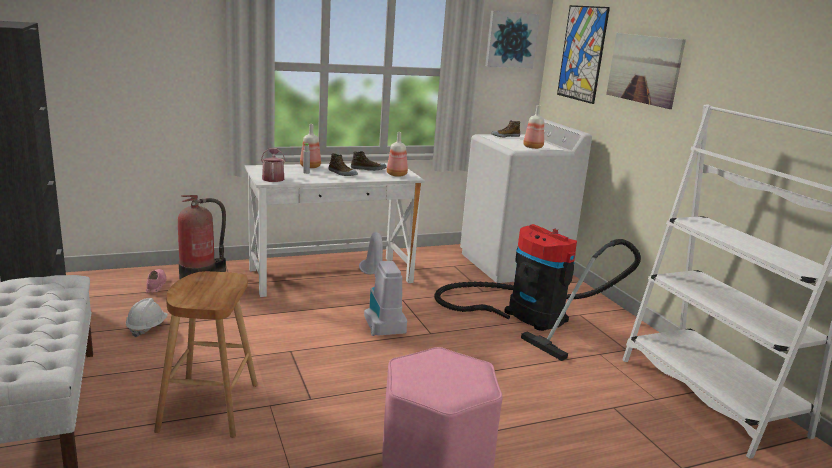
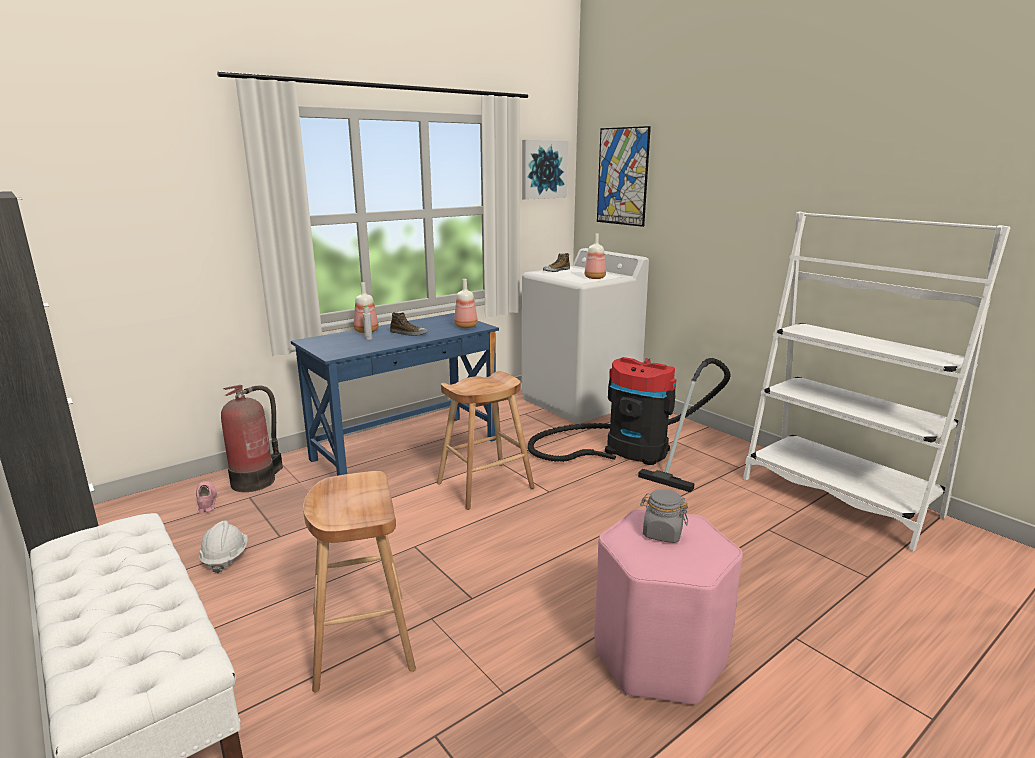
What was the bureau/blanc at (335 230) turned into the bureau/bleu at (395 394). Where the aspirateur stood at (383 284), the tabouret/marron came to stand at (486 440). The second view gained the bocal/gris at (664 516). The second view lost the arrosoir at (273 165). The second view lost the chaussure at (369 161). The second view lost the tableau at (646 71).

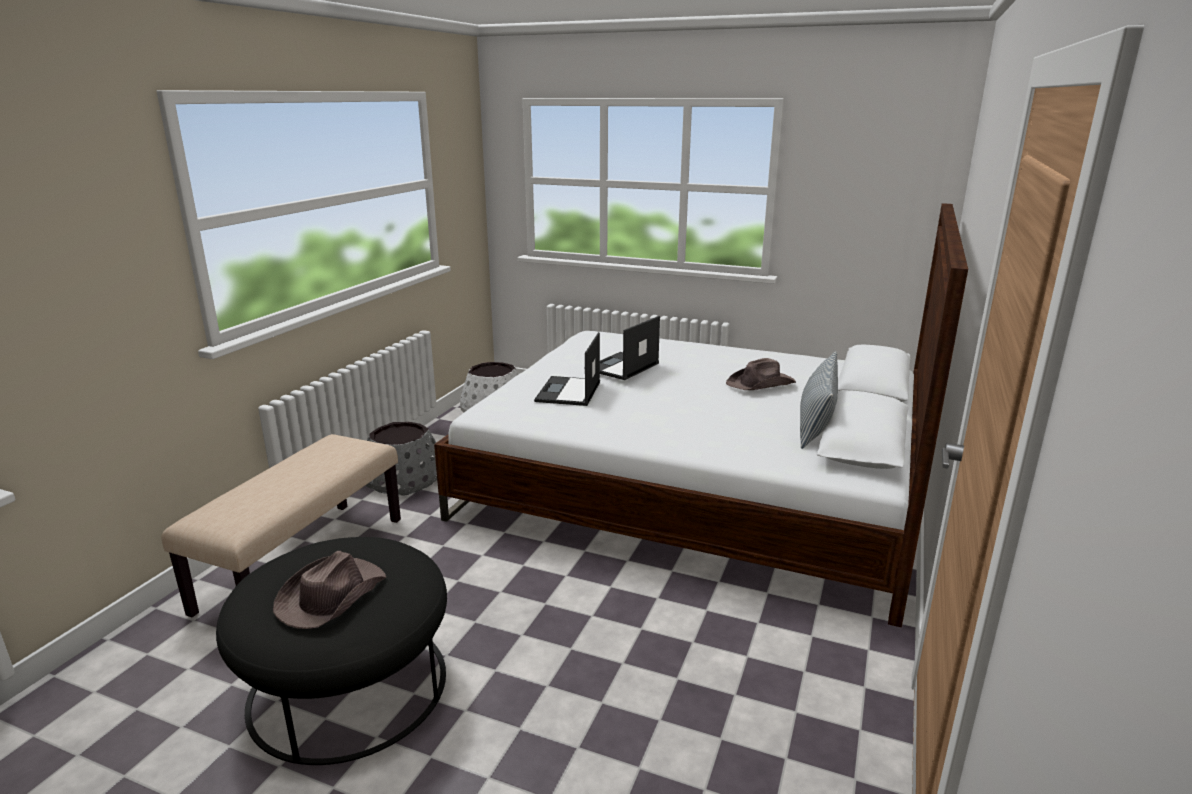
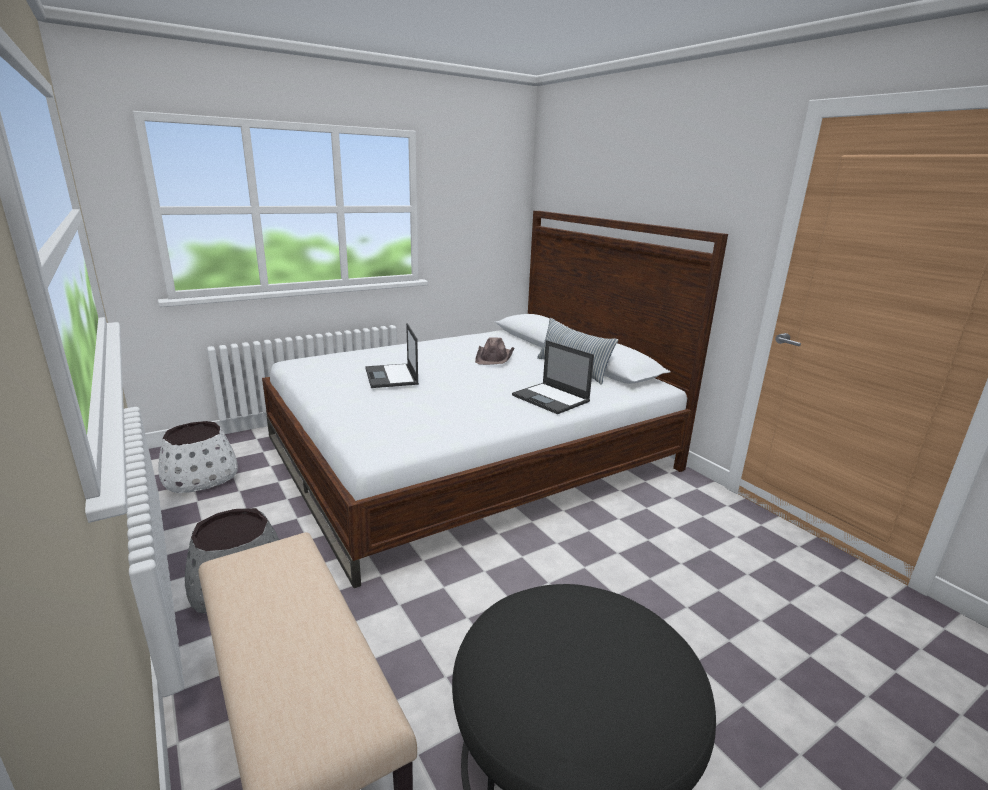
The ordinateur portable ended up elsewhere, having gone from (567 369) to (553 377). The second view lost the chapeau/marron at (329 590).

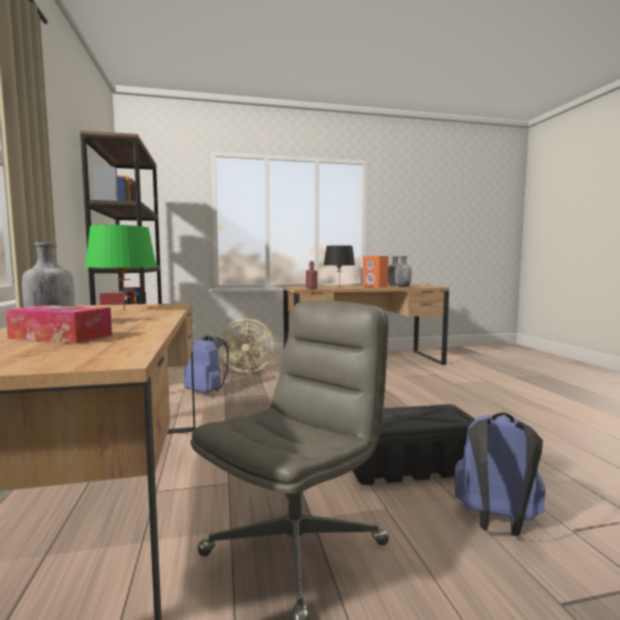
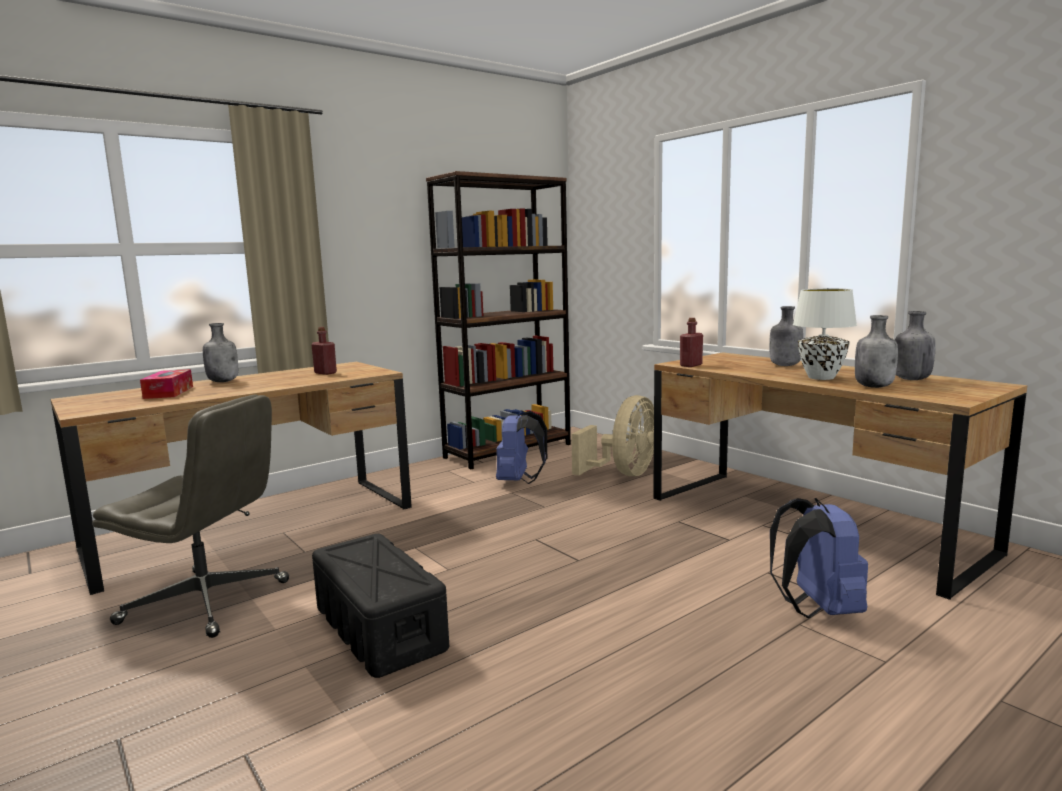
Where the lampe de table/vert stood at (120 267), the bouteille/rouge came to stand at (324 351). The ventilateur/beige at (247 345) ended up facing another way, 120 degrees counterclockwise from before. Where the lampe de table/noir stood at (339 261), the bouteille/gris came to stand at (786 336). The sac à dos/bleu ended up elsewhere, having gone from (499 474) to (819 558). Where the enceinte/orange stood at (376 272), the lampe de table/blanc came to stand at (825 334).

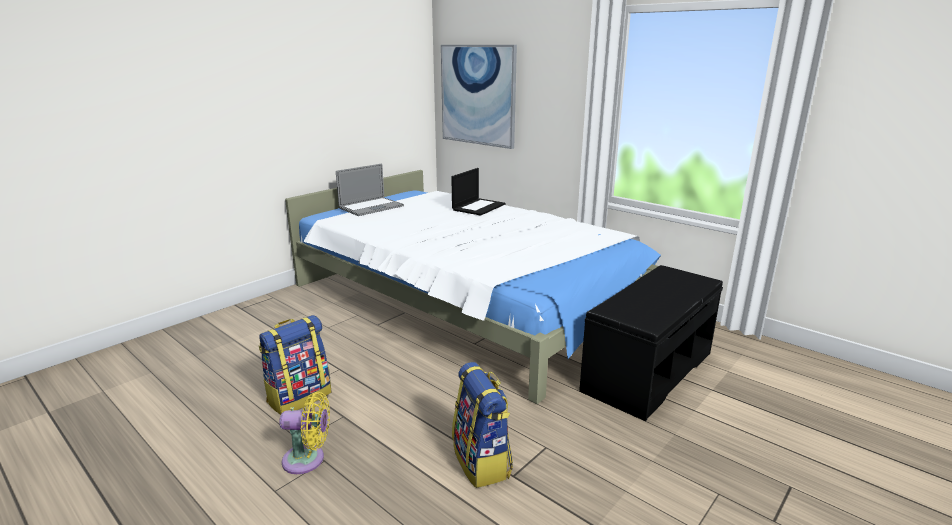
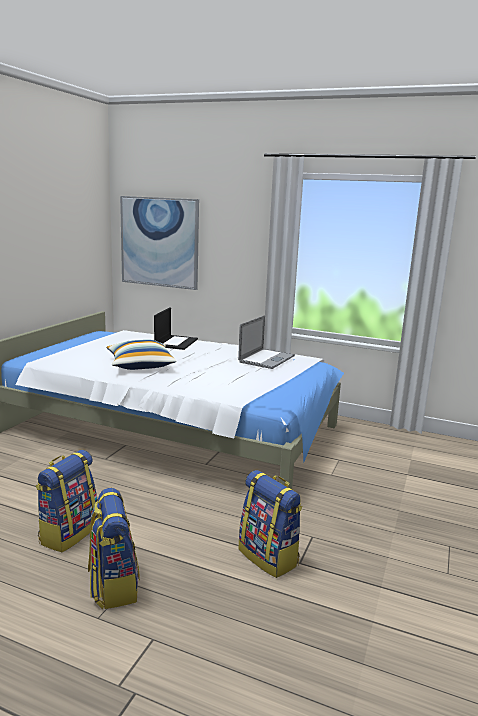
Where the ventilateur/jaune stood at (304 433), the sac à dos came to stand at (114 548). The second view gained the coussin at (142 355). The ordinateur portable ended up elsewhere, having gone from (370 190) to (266 342). The second view lost the banc/noir at (651 343).

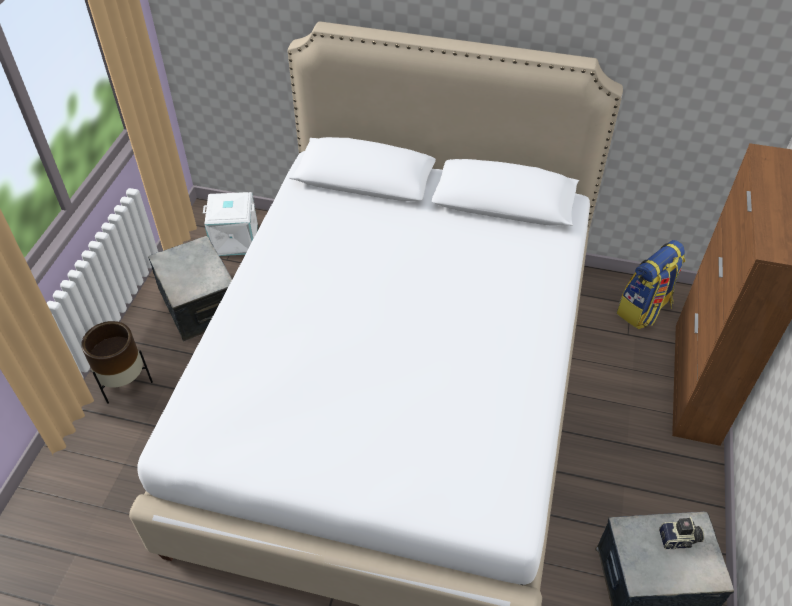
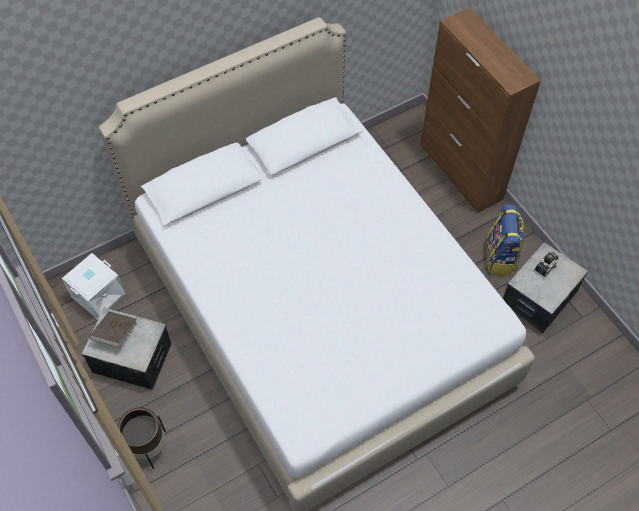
The second view gained the livre/marron at (113 329). The sac à dos ended up elsewhere, having gone from (651 284) to (505 240).

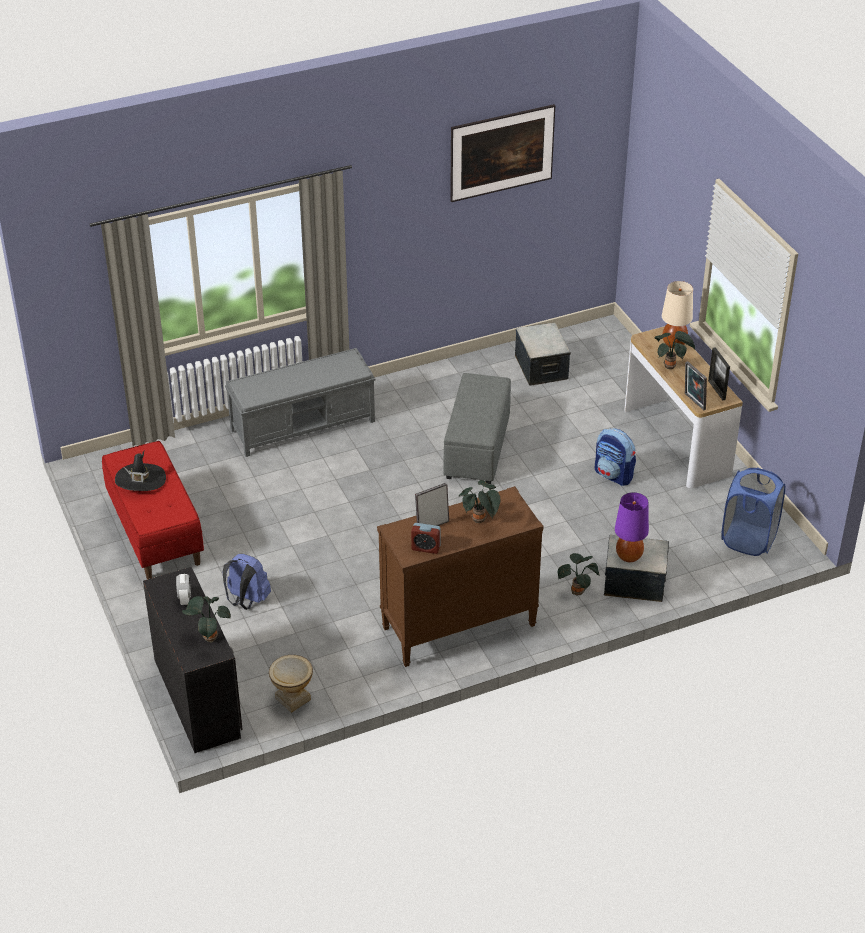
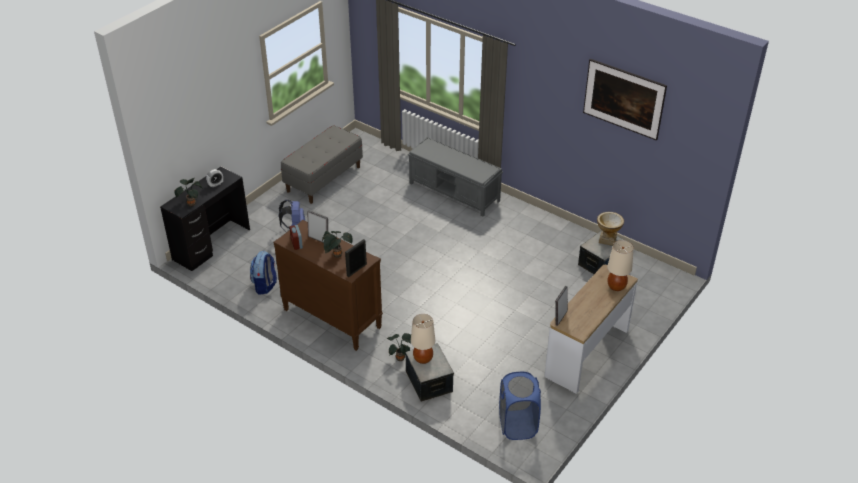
The sac à dos ended up elsewhere, having gone from (615 457) to (263 272). What was the banc/rouge at (153 510) turned into the banc/gris at (322 164). The cadre photo ended up elsewhere, having gone from (719 373) to (356 258). What was the lampe de table/violet at (632 527) turned into the lampe de table/beige at (423 339). The vase ended up elsewhere, having gone from (291 684) to (610 229). The second view lost the chapeau/noir at (140 471). The second view lost the pouf/gris at (477 428). The second view lost the plante en pot at (674 350).

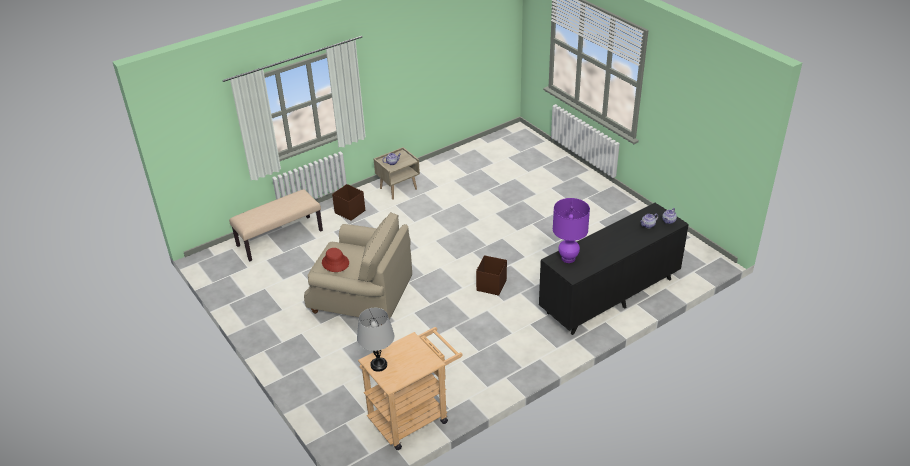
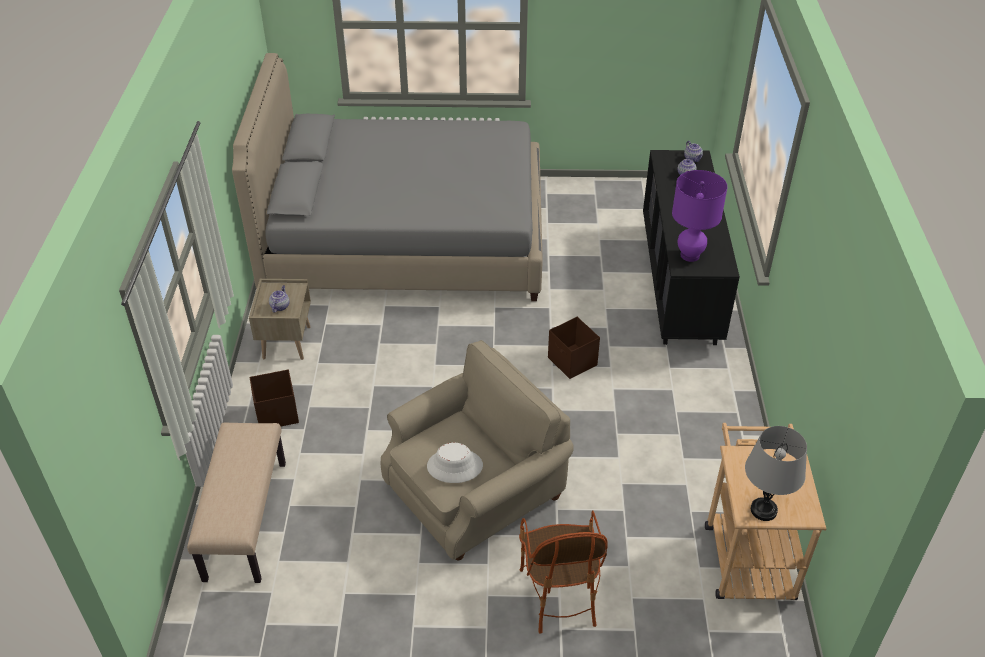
The second view gained the lit/gris at (387 177). What was the chapeau/rouge at (335 260) turned into the chapeau/blanc at (455 463). The second view gained the fauteuil at (563 572).

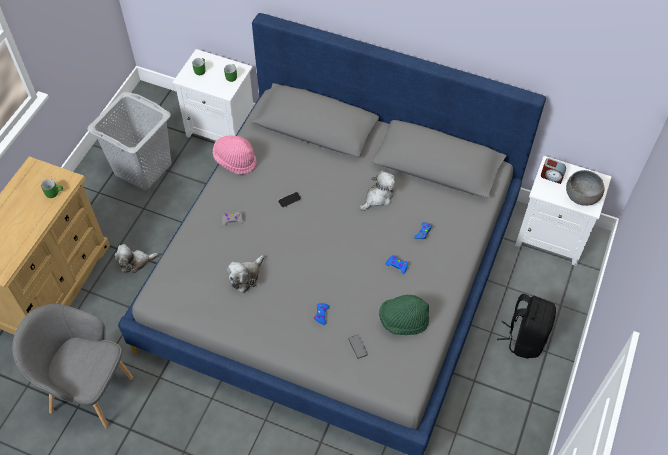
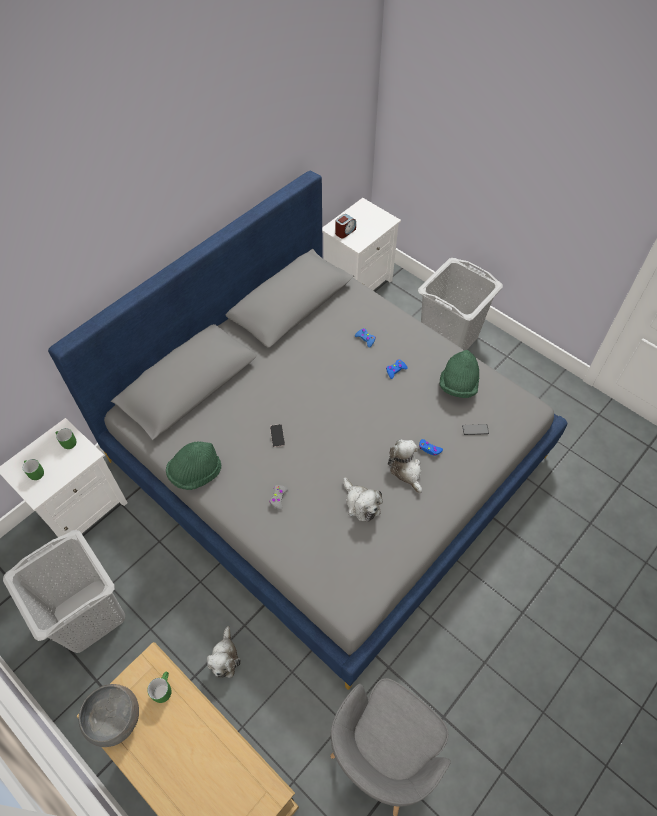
The bol/gris ended up elsewhere, having gone from (585 188) to (109 715). What was the chapeau/rose at (235 155) turned into the chapeau/vert at (193 465). The peluche ended up elsewhere, having gone from (378 190) to (405 467). Where the sac à dos/noir stood at (526 326), the panier à linge/gris came to stand at (460 304).

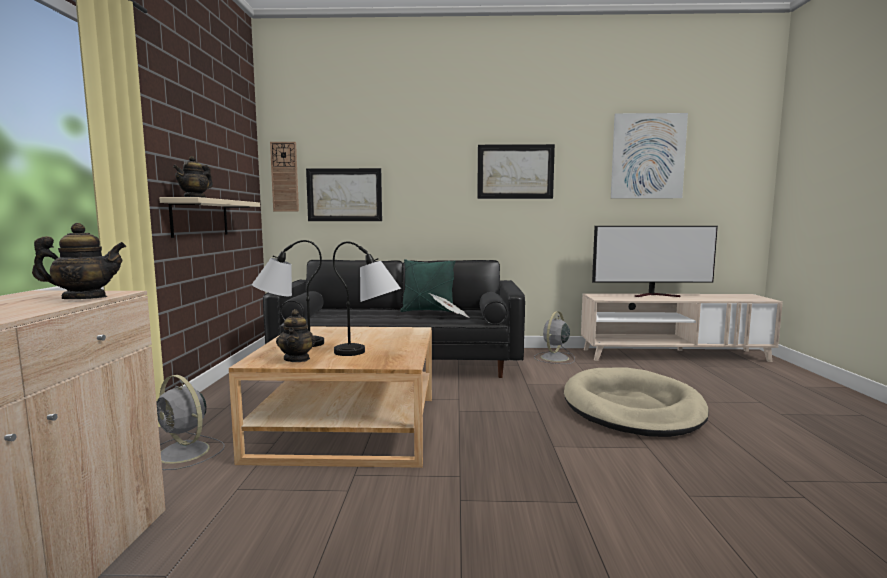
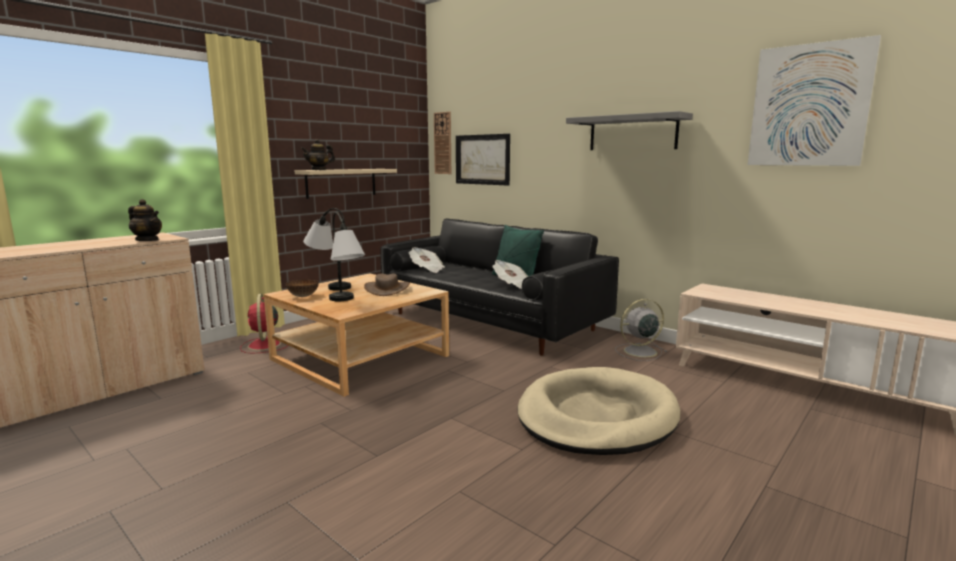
What was the ventilateur/gris at (190 422) turned into the ventilateur/rouge at (264 323). Where the théière stood at (296 335), the bol came to stand at (302 288). The second view gained the chapeau/marron at (387 284). The second view gained the journal at (426 260). Where the tableau hung at (516 171), the étagère/gris came to hang at (629 130). The second view lost the téléviseur at (655 261).

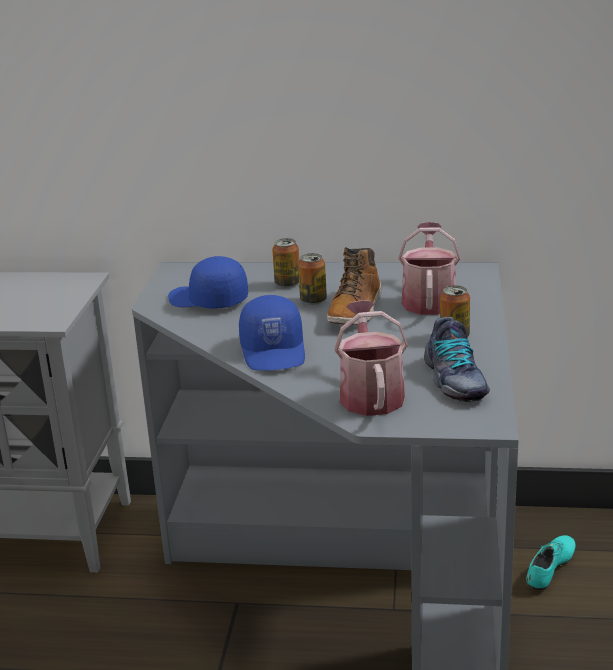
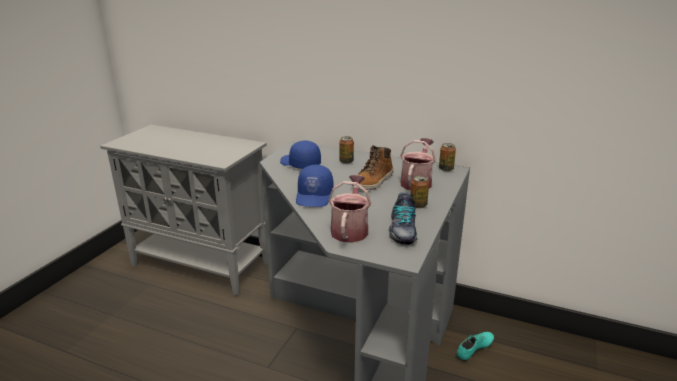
The boîte métallique ended up elsewhere, having gone from (312 279) to (447 157).

